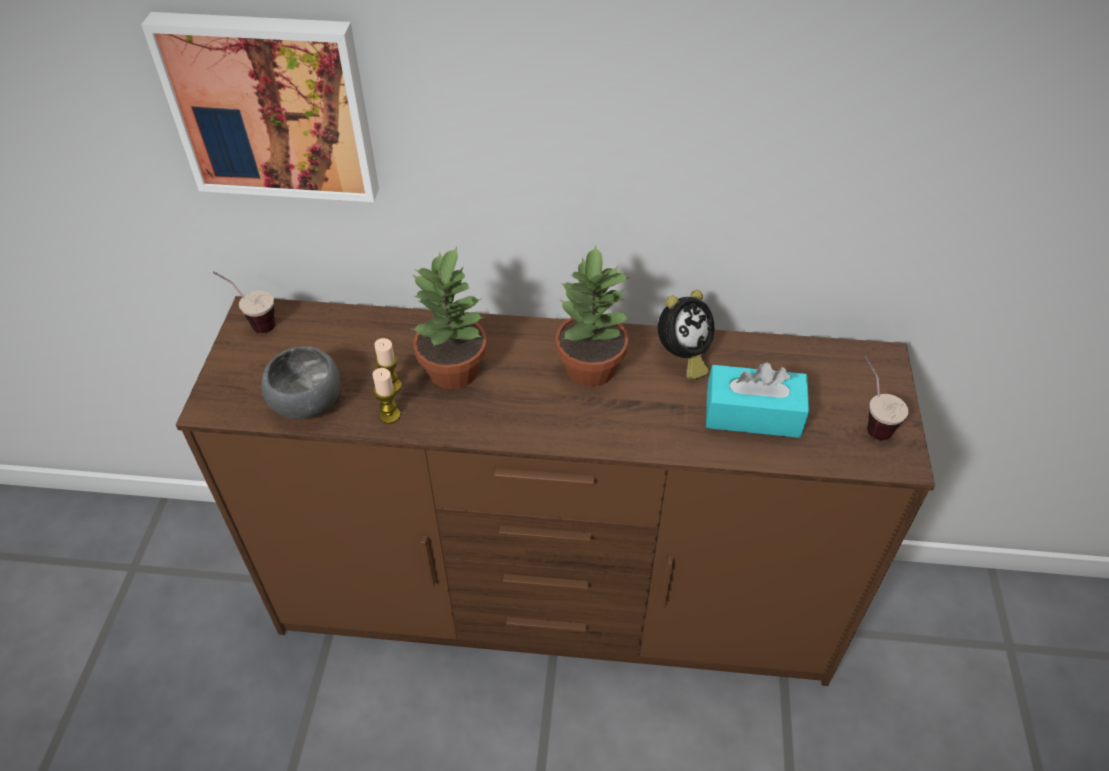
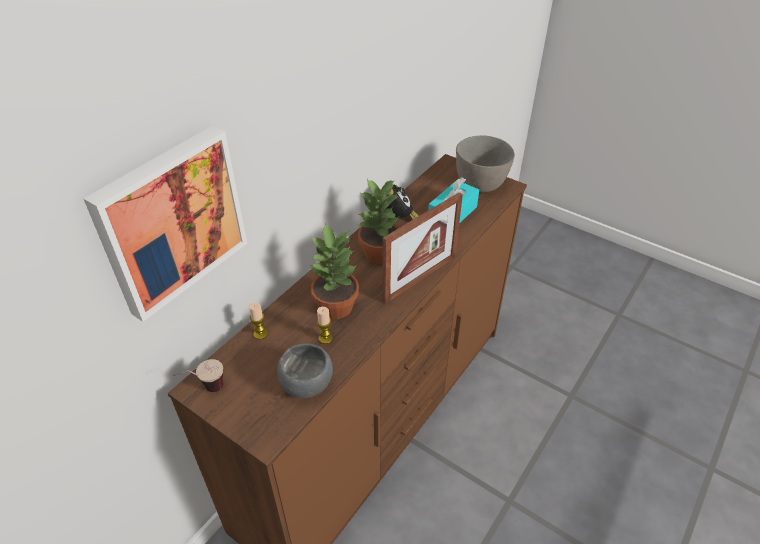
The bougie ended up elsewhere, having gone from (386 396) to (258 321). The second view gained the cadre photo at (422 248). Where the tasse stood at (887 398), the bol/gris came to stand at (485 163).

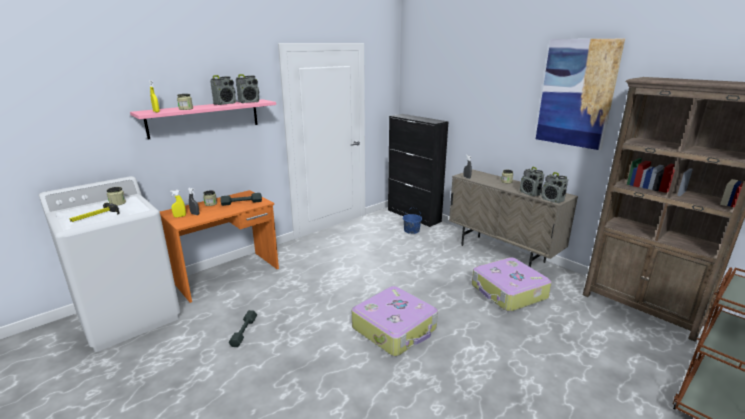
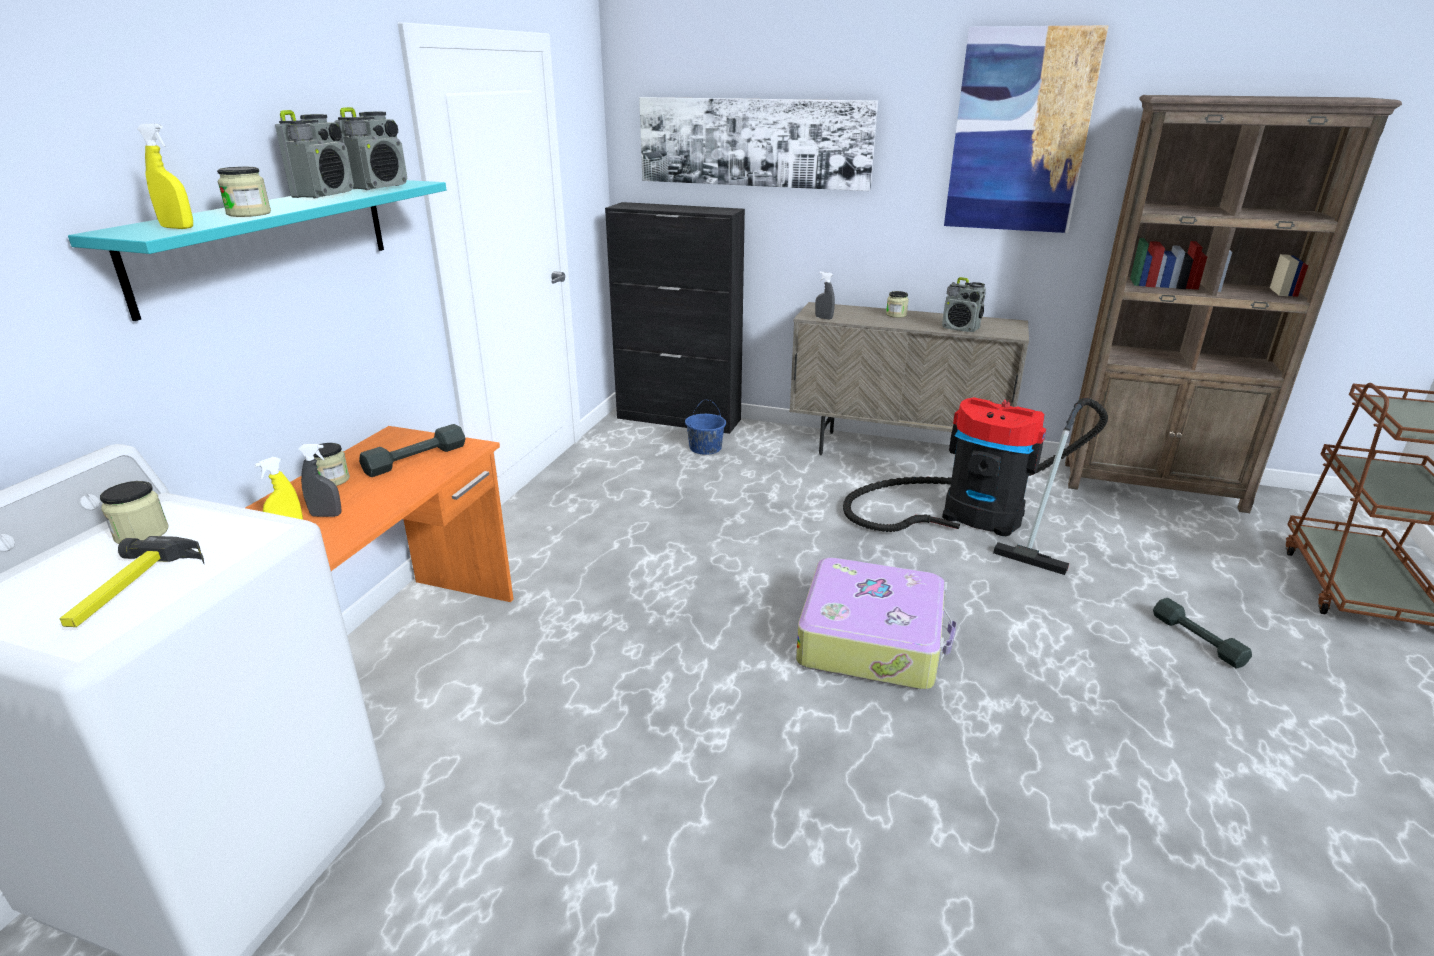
What was the étagère/rose at (203 119) turned into the étagère/turquoise at (257 250). The second view gained the tableau at (758 144). Where the valise stood at (512 284), the aspirateur came to stand at (975 486). The haltère/gris ended up elsewhere, having gone from (243 328) to (1202 633). The second view lost the radio at (554 187).

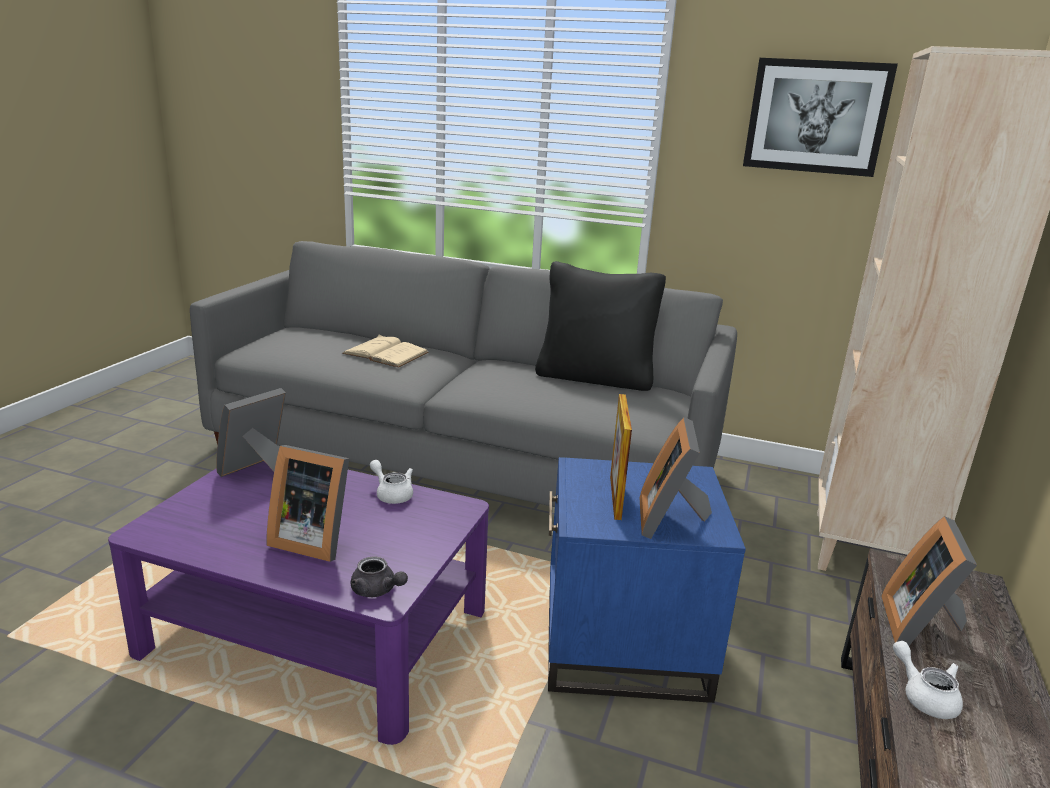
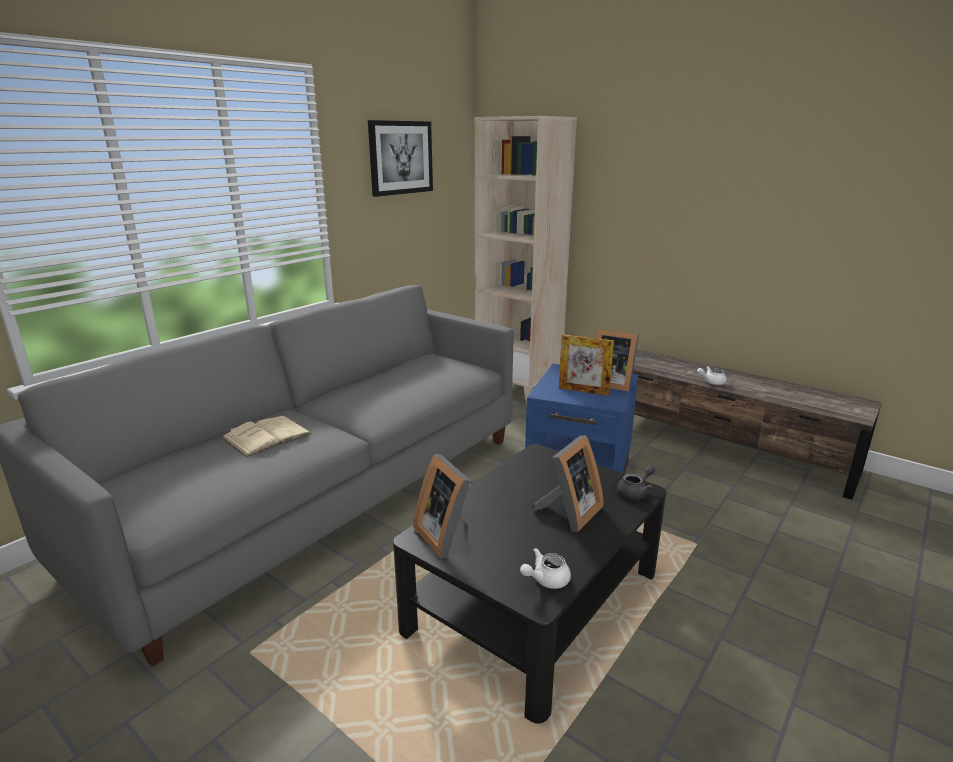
What was the table basse/violet at (298 603) turned into the table basse/noir at (530 584). The théière/blanc ended up elsewhere, having gone from (391 482) to (545 568). The second view lost the coussin/noir at (600 326). The second view lost the cadre photo at (929 581).

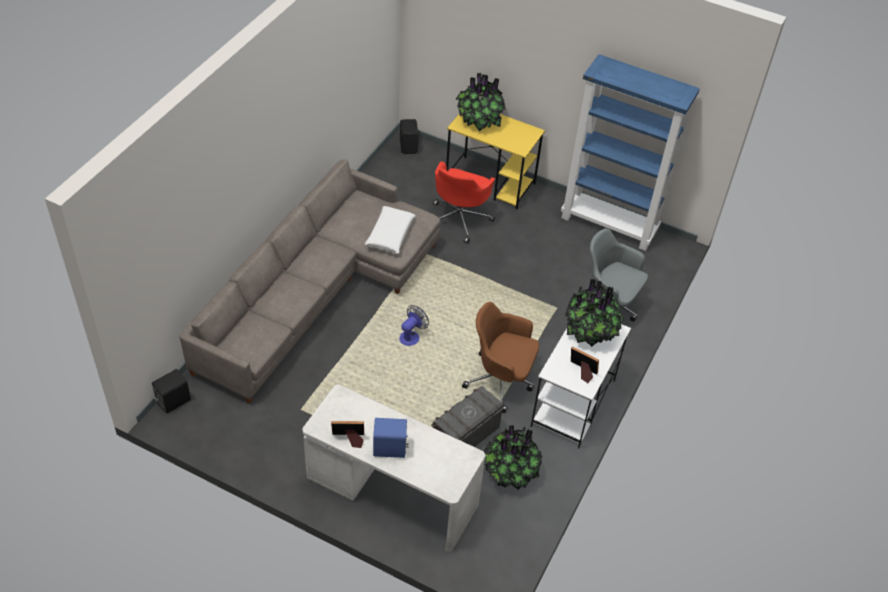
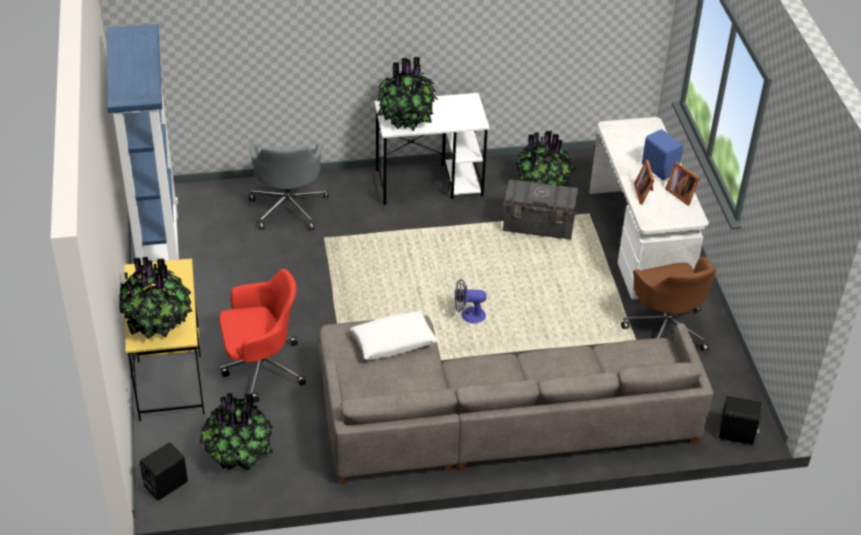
The second view gained the plante en pot at (236 432). The chaise de bureau/marron ended up elsewhere, having gone from (500 357) to (668 304). The cadre photo ended up elsewhere, having gone from (585 364) to (644 182).

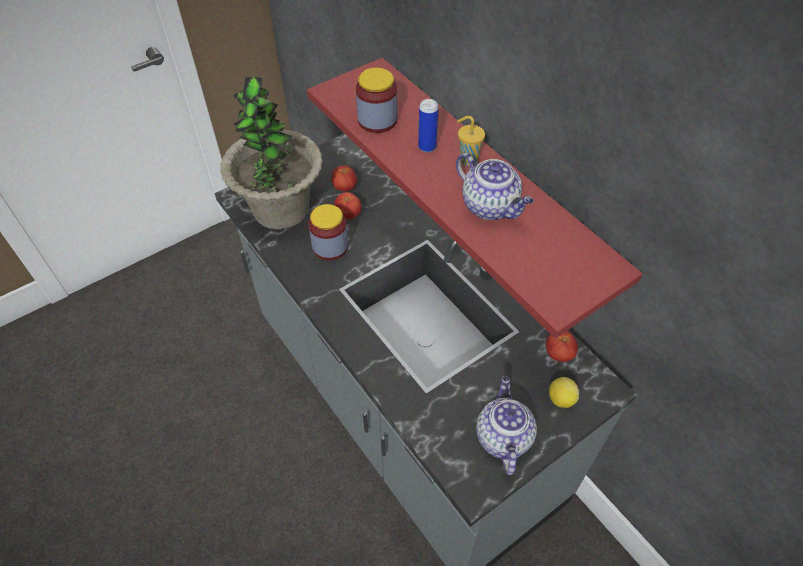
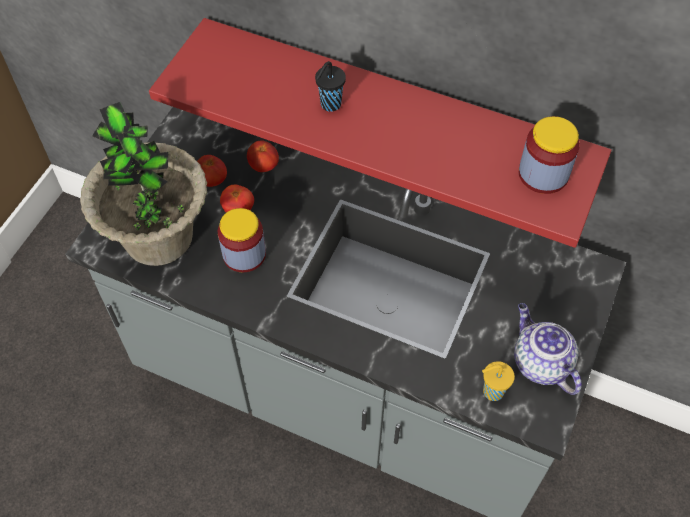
The tomate ended up elsewhere, having gone from (562 346) to (263 156). Where the boîte métallique stood at (428 125), the tasse/noir came to stand at (330 86). The tasse/jaune ended up elsewhere, having gone from (471 141) to (498 381). The bocal ended up elsewhere, having gone from (376 100) to (549 155). The second view lost the théière at (495 186). The second view lost the citron at (564 392).

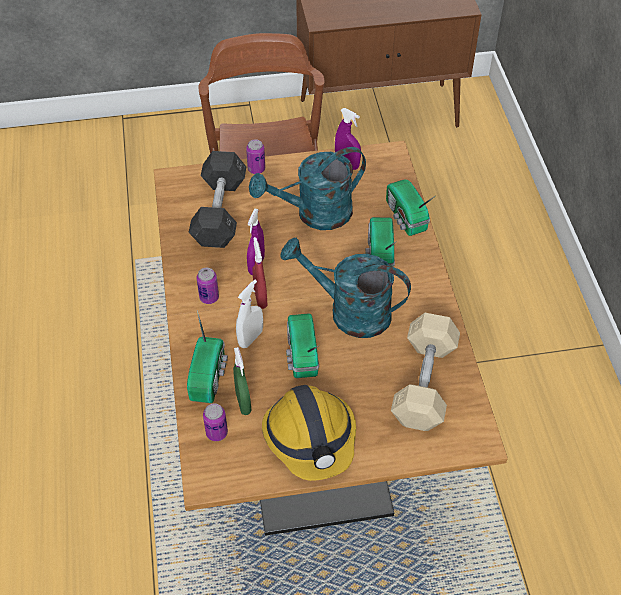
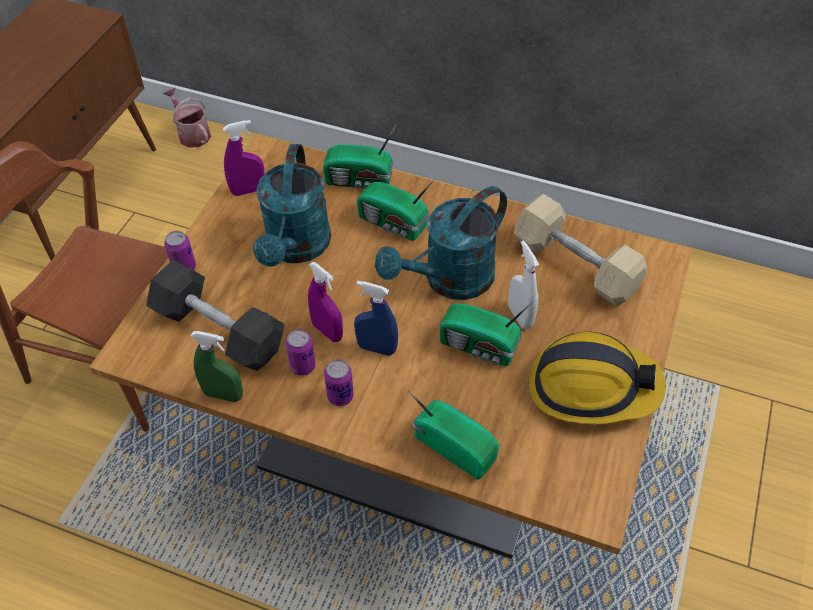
The second view gained the arrosoir at (187 118). The vaporisateur/vert ended up elsewhere, having gone from (242 381) to (217 366). The boîte métallique ended up elsewhere, having gone from (215 422) to (300 352). What was the vaporisateur/rouge at (260 273) turned into the vaporisateur/bleu at (376 318). The vaporisateur/blanc ended up elsewhere, having gone from (249 314) to (523 284).

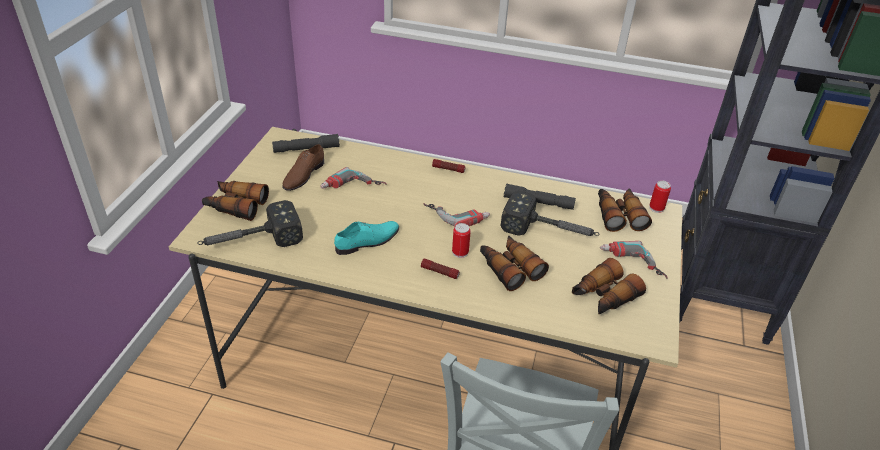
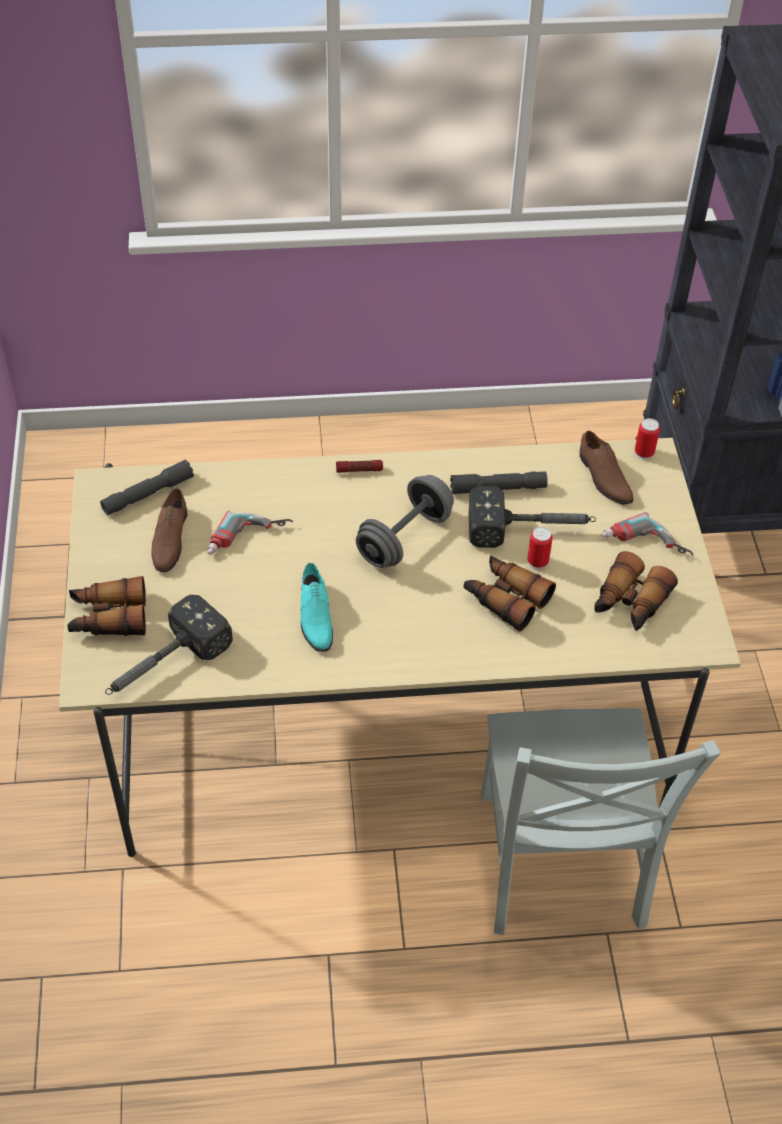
The chaussure/turquoise at (366 238) ended up facing another way, 135 degrees clockwise from before. Where the perceuse stood at (456 215), the haltère/gris came to stand at (405 521). The boîte métallique ended up elsewhere, having gone from (461 240) to (540 548). Where the jumelles stood at (625 210), the chaussure/marron came to stand at (607 468). The second view lost the lampe de poche at (440 268).

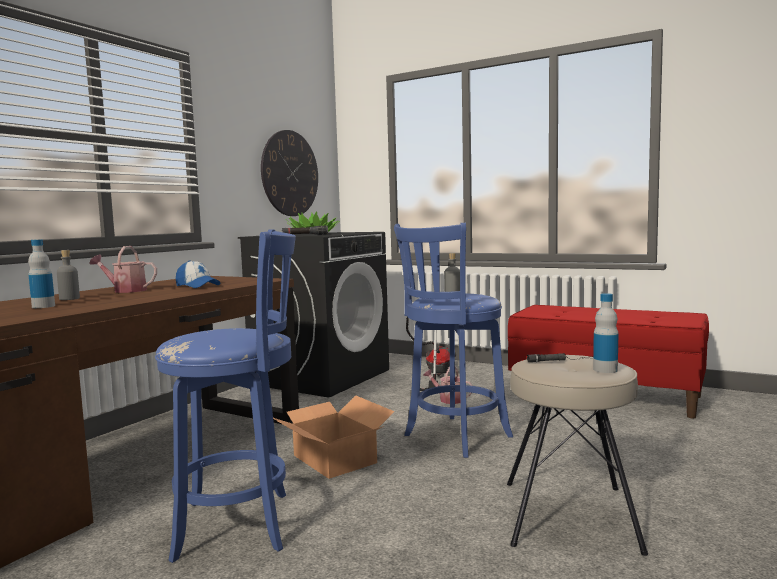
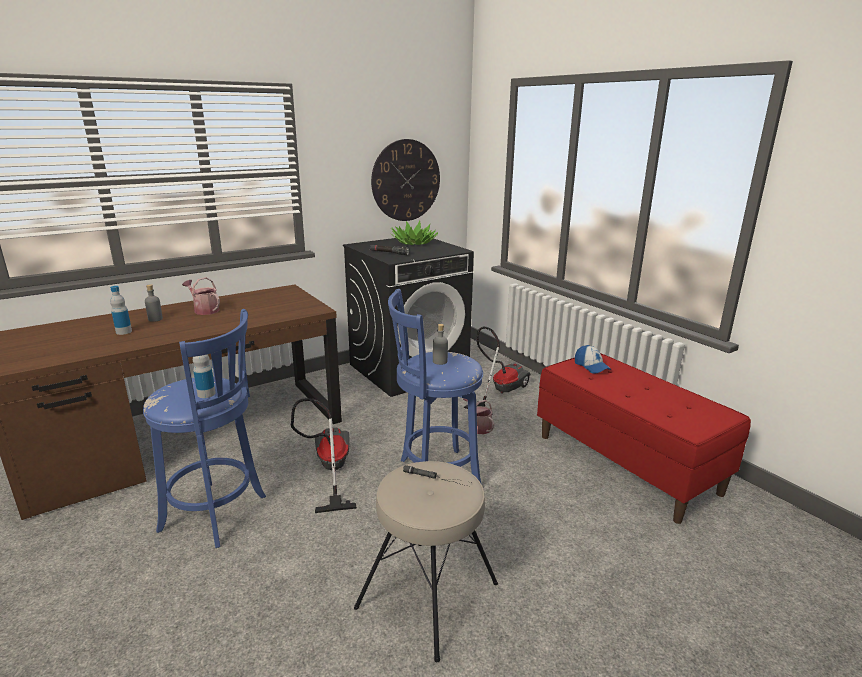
The bouteille ended up elsewhere, having gone from (605 333) to (204 376). Where the carton stood at (334 437), the aspirateur came to stand at (324 455). The casquette ended up elsewhere, having gone from (198 274) to (593 359).

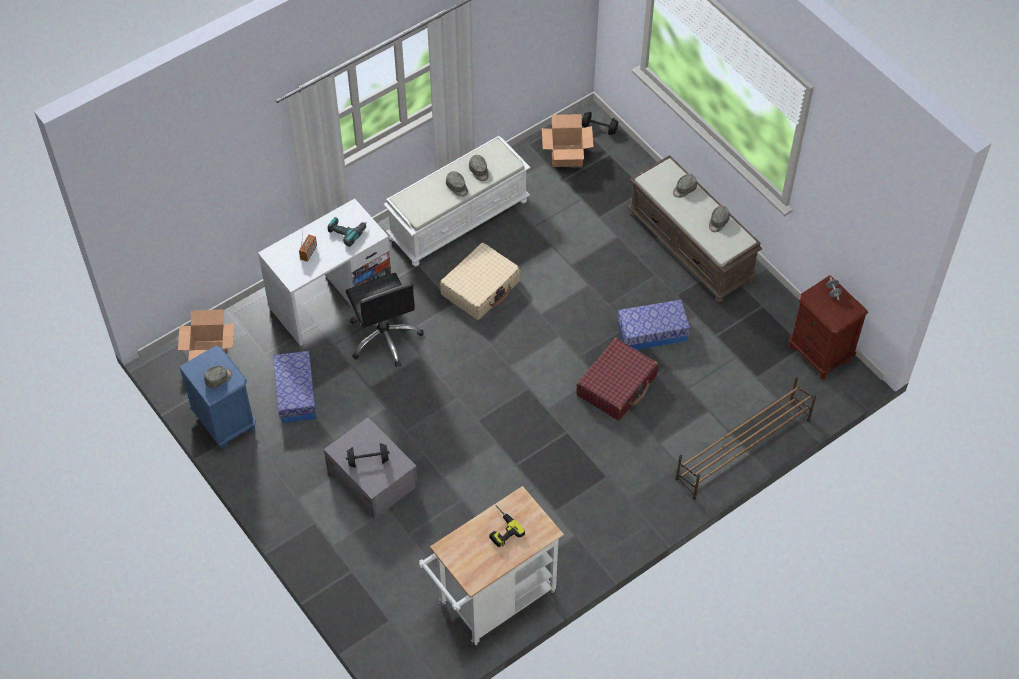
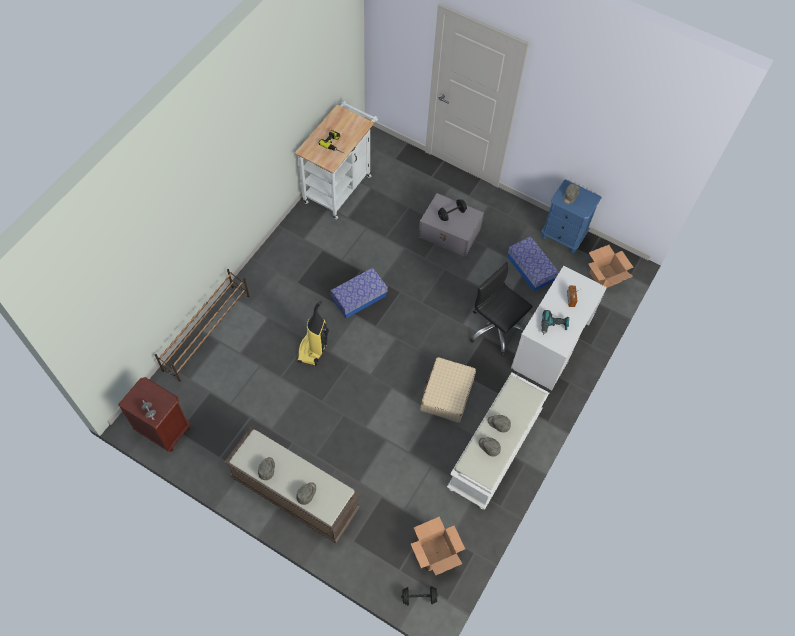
Where the valise/rouge stood at (617 379), the aspirateur came to stand at (313 333). The boîte de rangement ended up elsewhere, having gone from (653 325) to (359 293).

